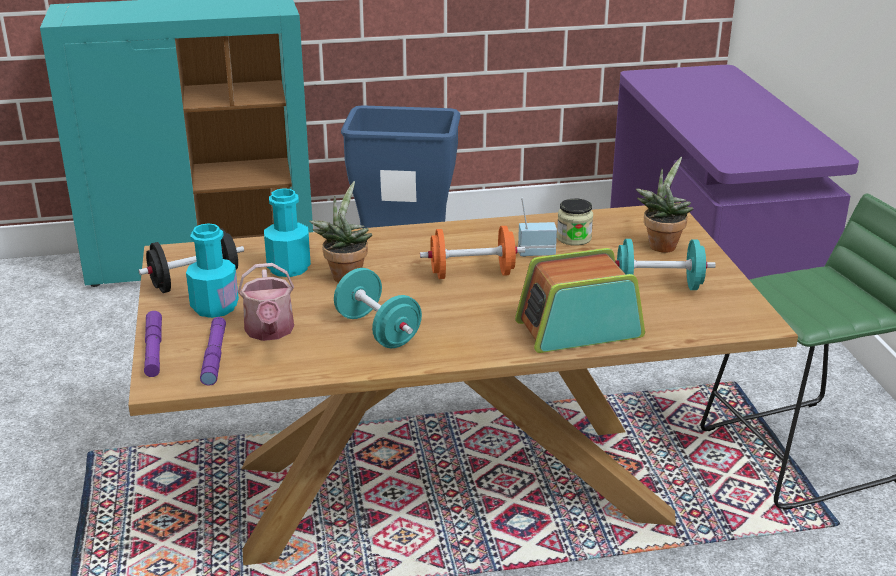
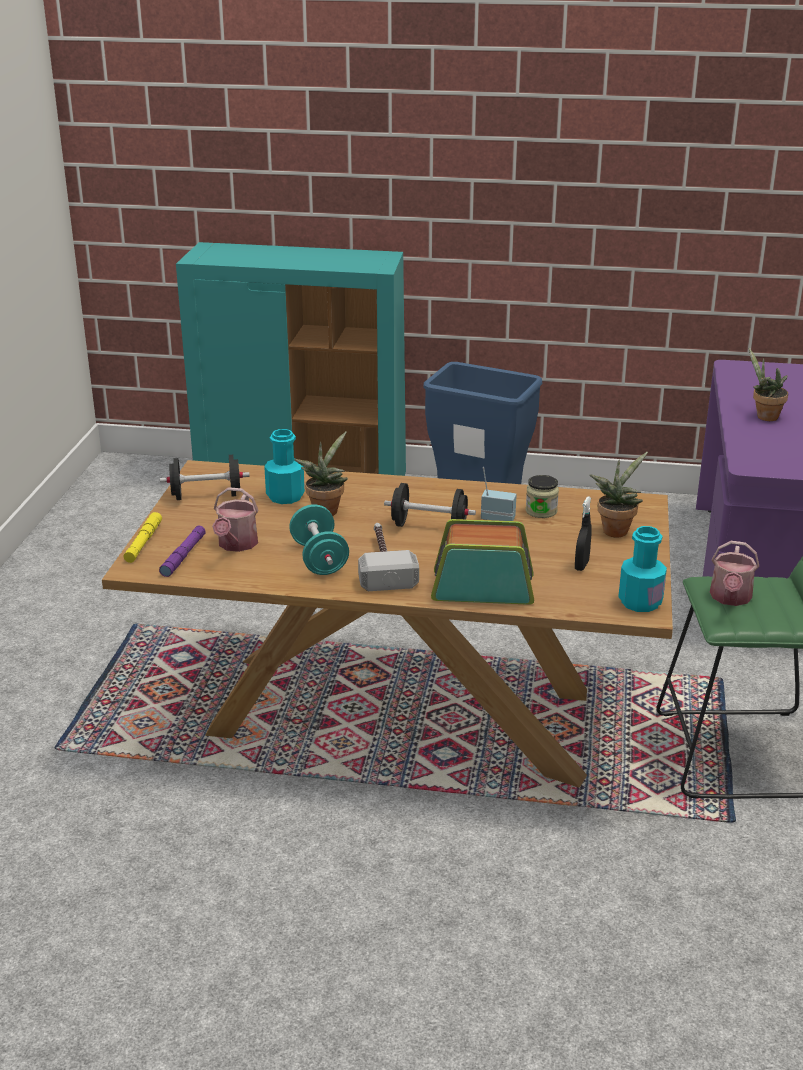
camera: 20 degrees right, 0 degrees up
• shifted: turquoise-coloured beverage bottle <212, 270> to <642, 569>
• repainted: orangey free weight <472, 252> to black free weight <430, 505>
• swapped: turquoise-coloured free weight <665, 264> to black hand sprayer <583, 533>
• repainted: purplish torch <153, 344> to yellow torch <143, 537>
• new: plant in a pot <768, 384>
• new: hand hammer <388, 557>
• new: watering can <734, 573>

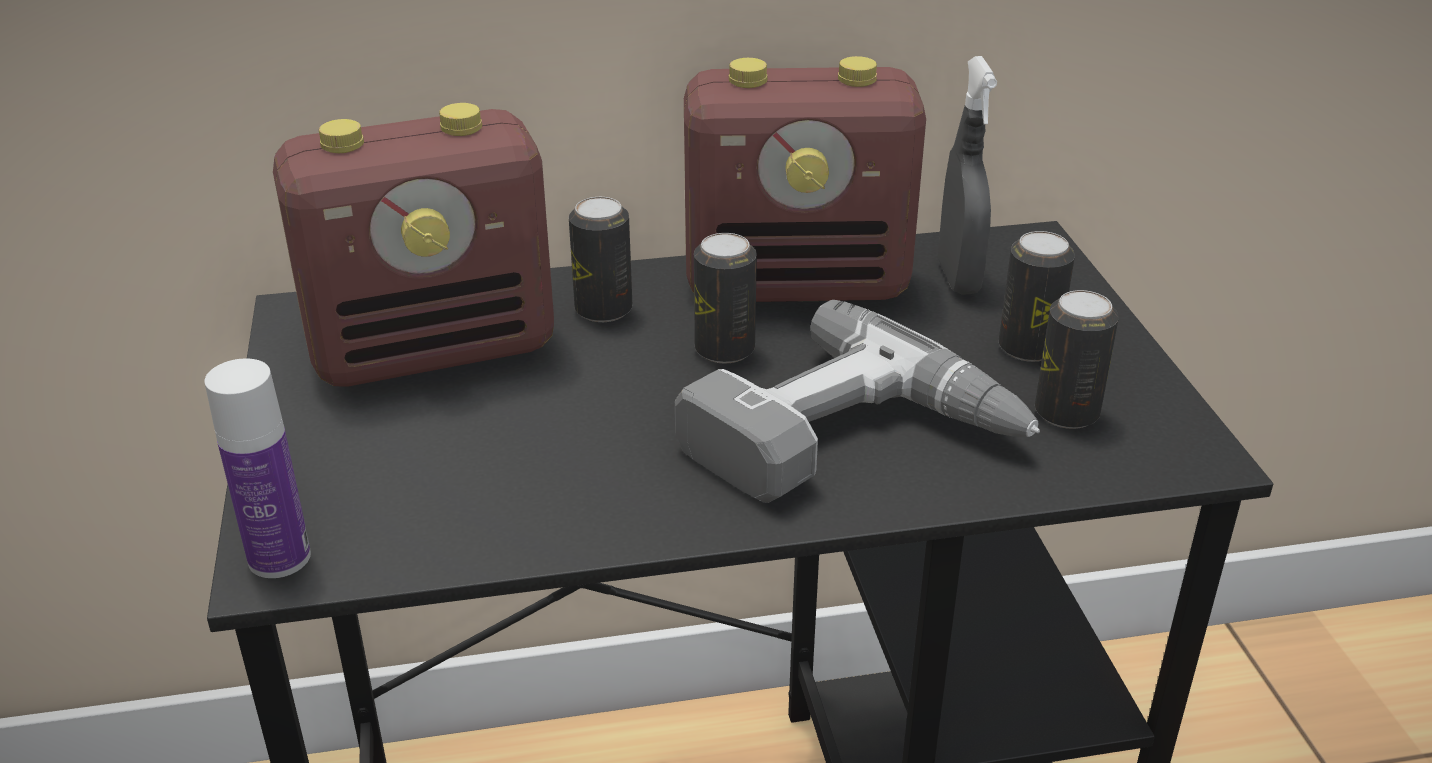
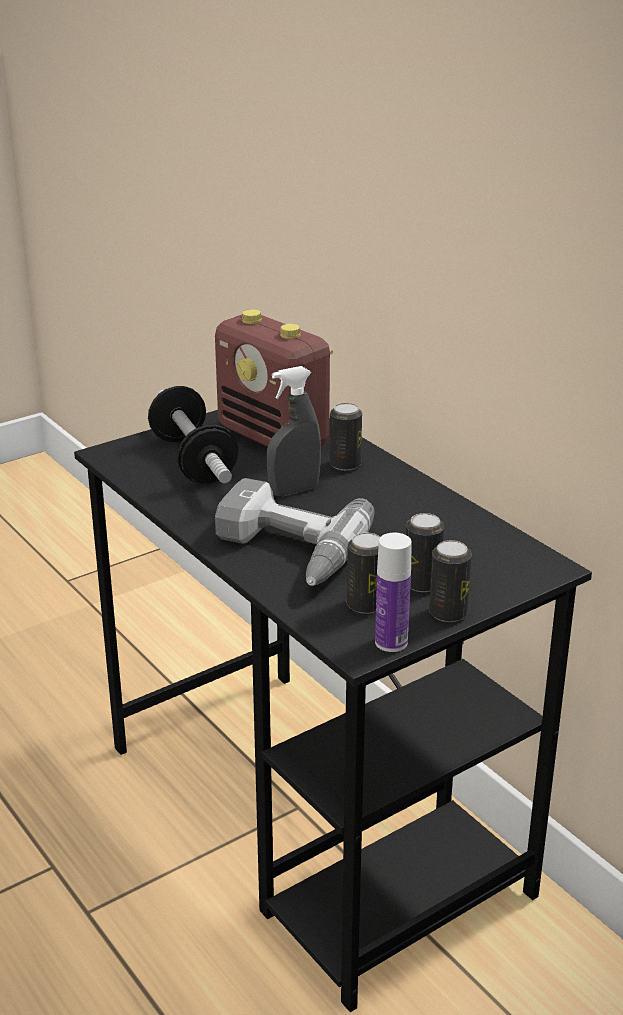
camera: 65 degrees right, 5 degrees down
• gone: radio <805, 179>
• shifted: grey hand sprayer <967, 175> to <294, 431>
• shifted: sealed can <725, 298> to <450, 581>
• shifted: beverage bottle <257, 468> to <393, 592>
• new: free weight <193, 435>

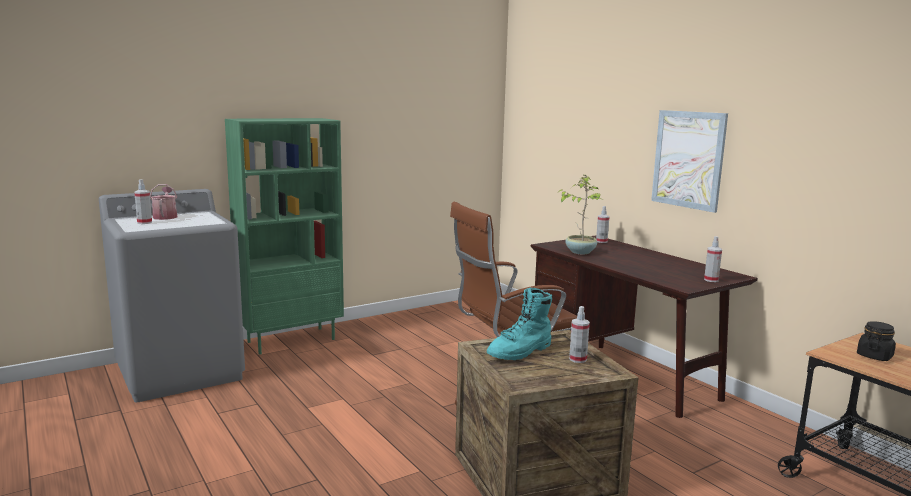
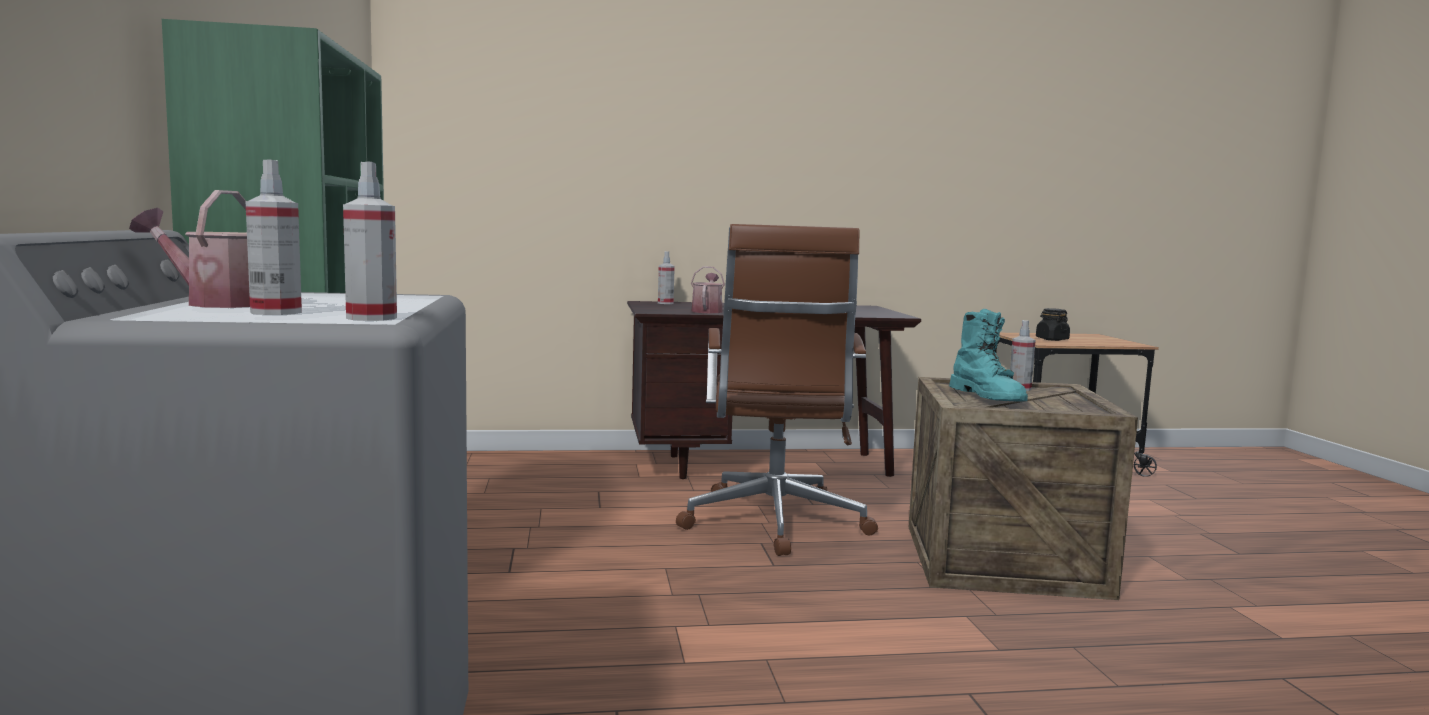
camera: 65 degrees left, 5 degrees down
• gone: wall picture <689, 161>
• swapped: plant in a pot <580, 214> to watering can <708, 289>
• shifted: hand sprayer <713, 259> to <370, 241>

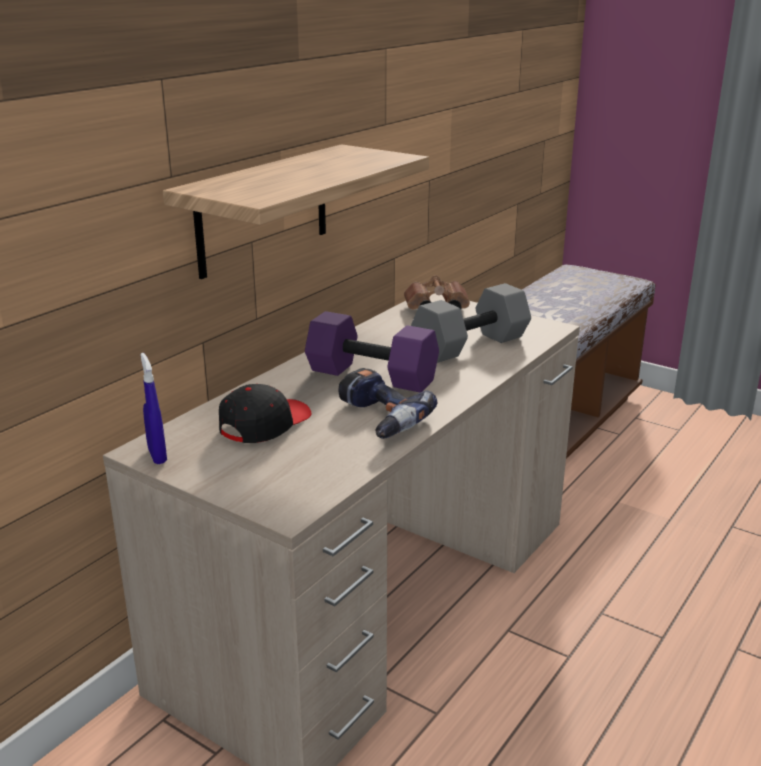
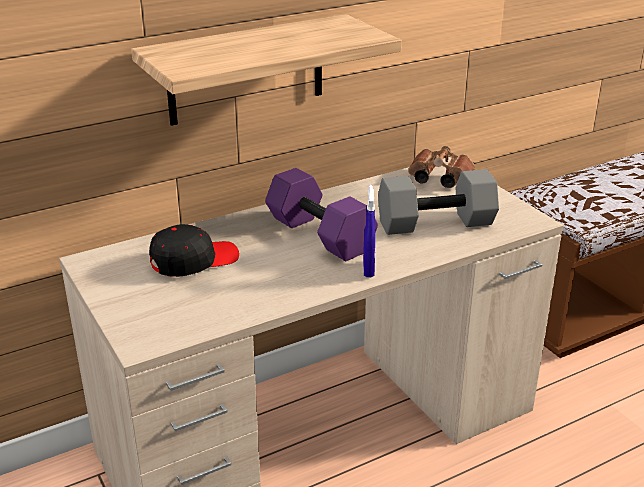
camera: 25 degrees right, 5 degrees up
• shifted: blue hand sprayer <153, 408> to <369, 231>
• gone: drill <388, 403>

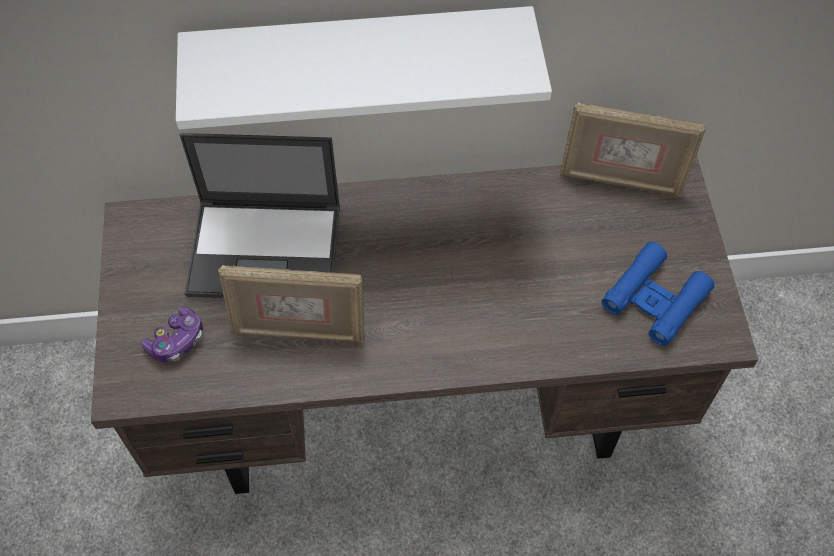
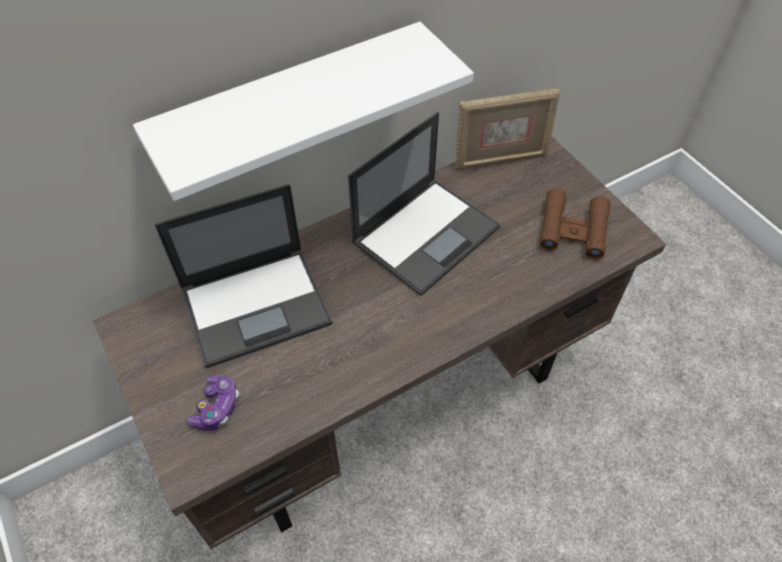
camera: 25 degrees left, 5 degrees down
• repainted: blue field glasses <658, 294> to brown field glasses <575, 224>
• gone: photo frame <291, 304>
• new: notebook computer <424, 204>

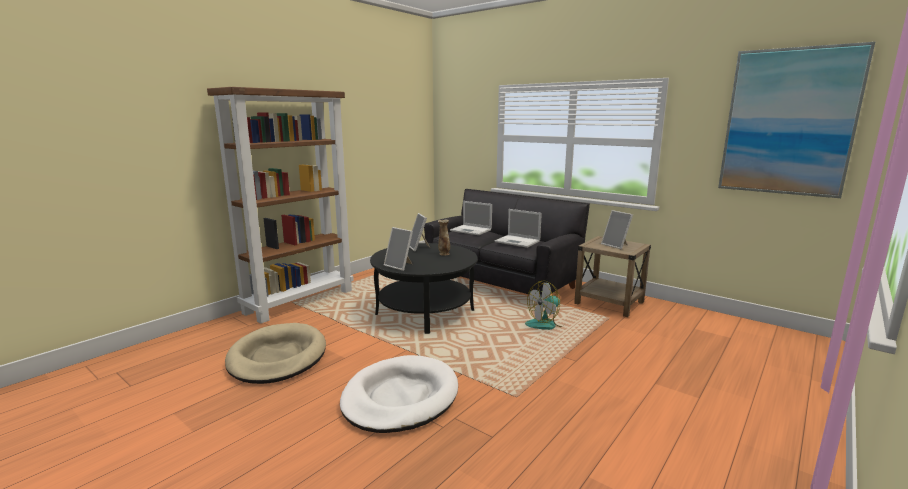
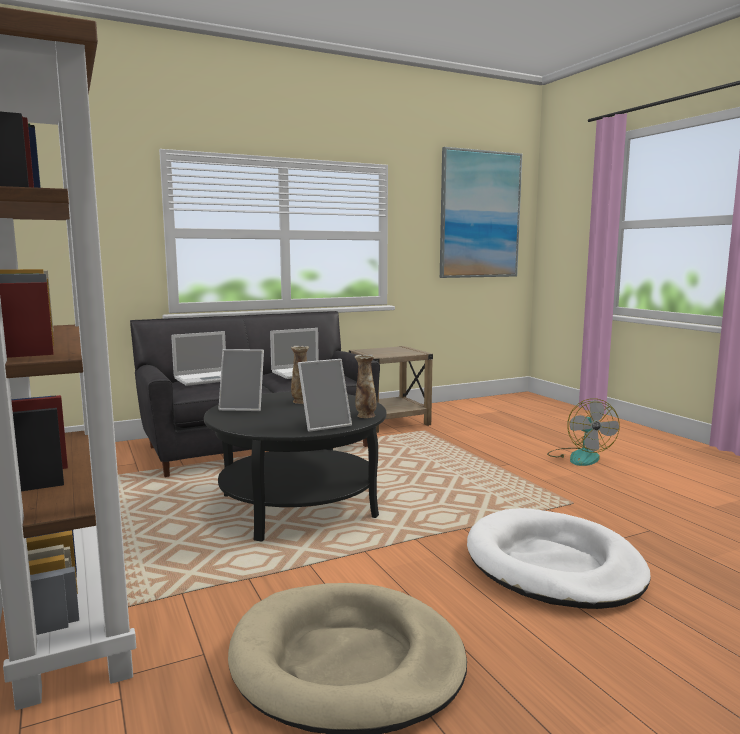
camera: 65 degrees left, 5 degrees down
• gone: photo frame <617, 229>
• shifted: fan <545, 305> to <583, 432>
• new: vase <366, 386>

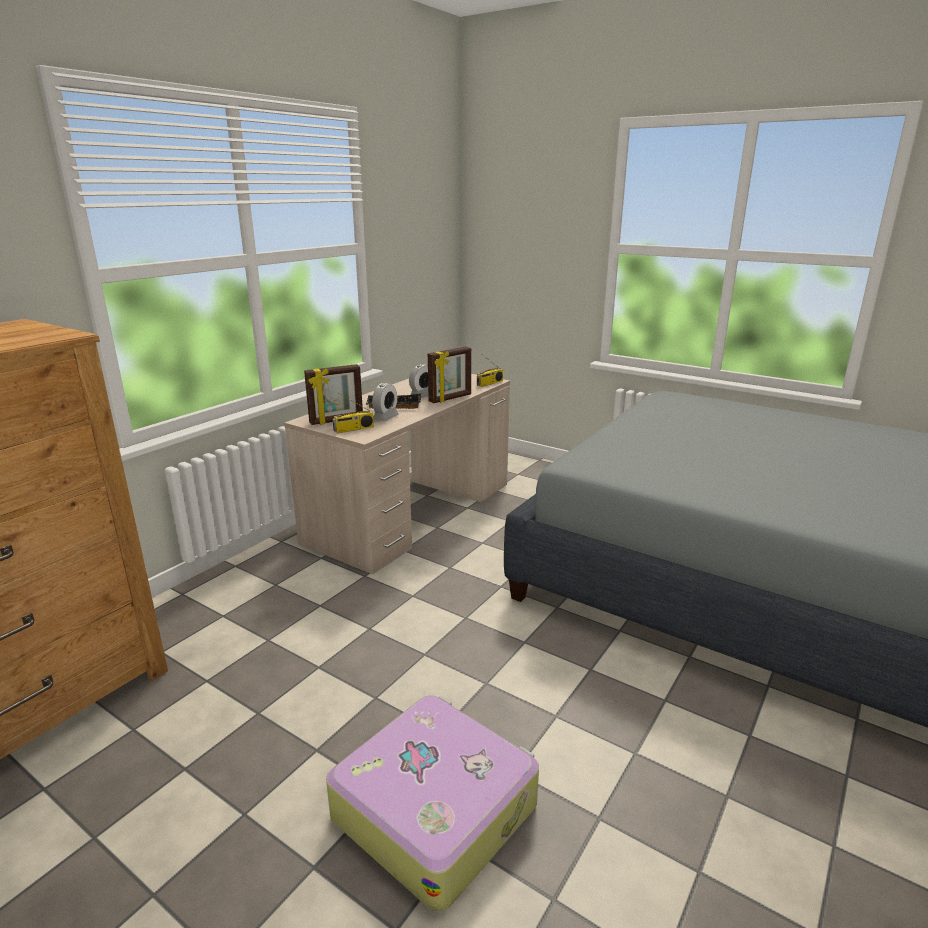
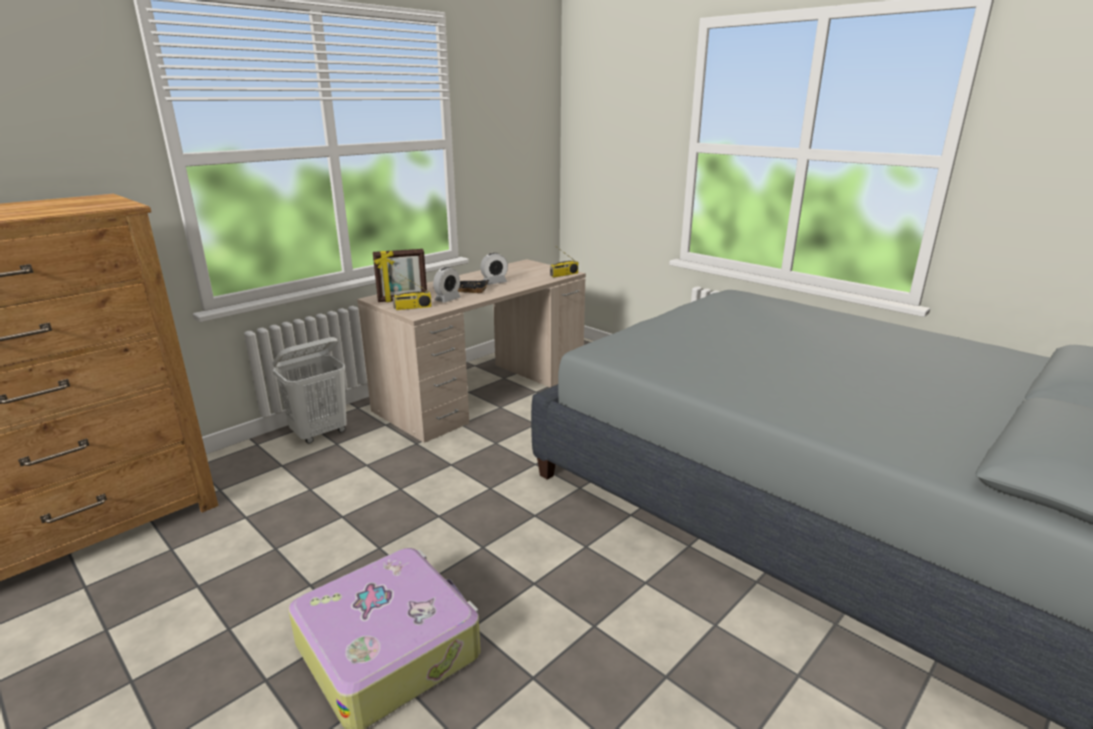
camera: 10 degrees right, 0 degrees up
• gone: photo frame <449, 375>
• new: white-coloured washing basket <310, 390>

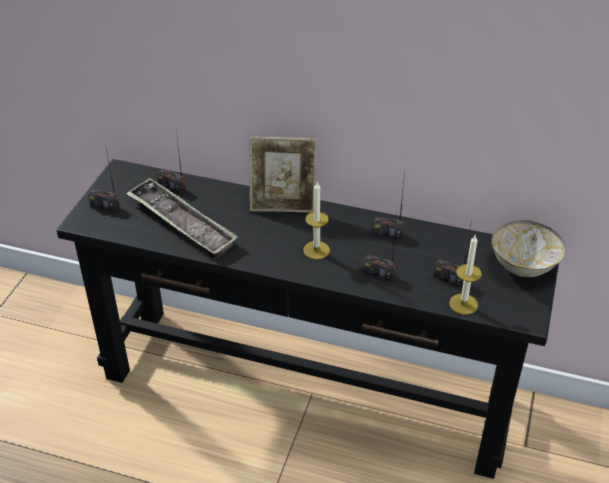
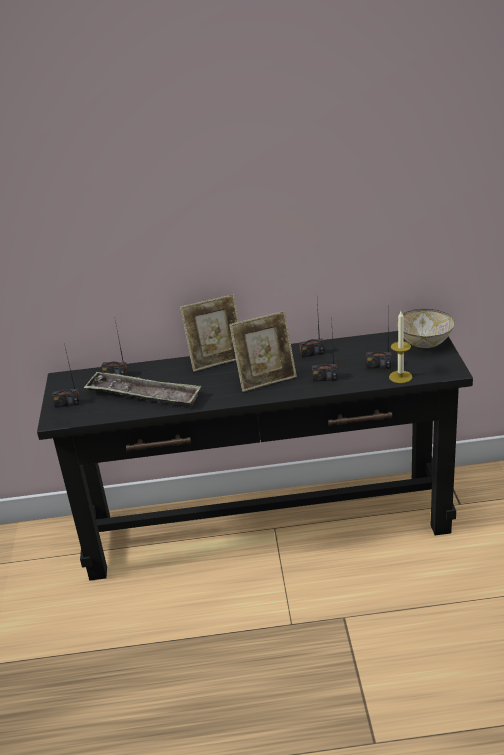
camera: 20 degrees left, 10 degrees down
• swapped: wax candle <316, 220> to photo frame <263, 351>

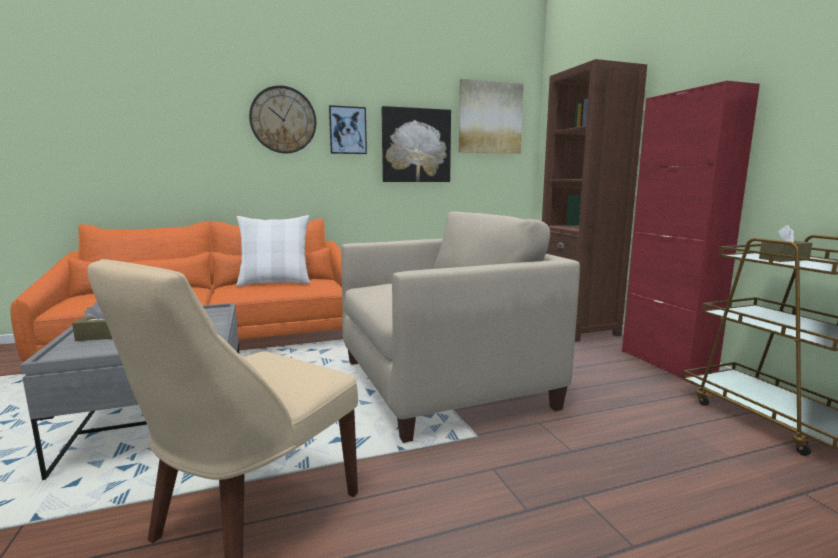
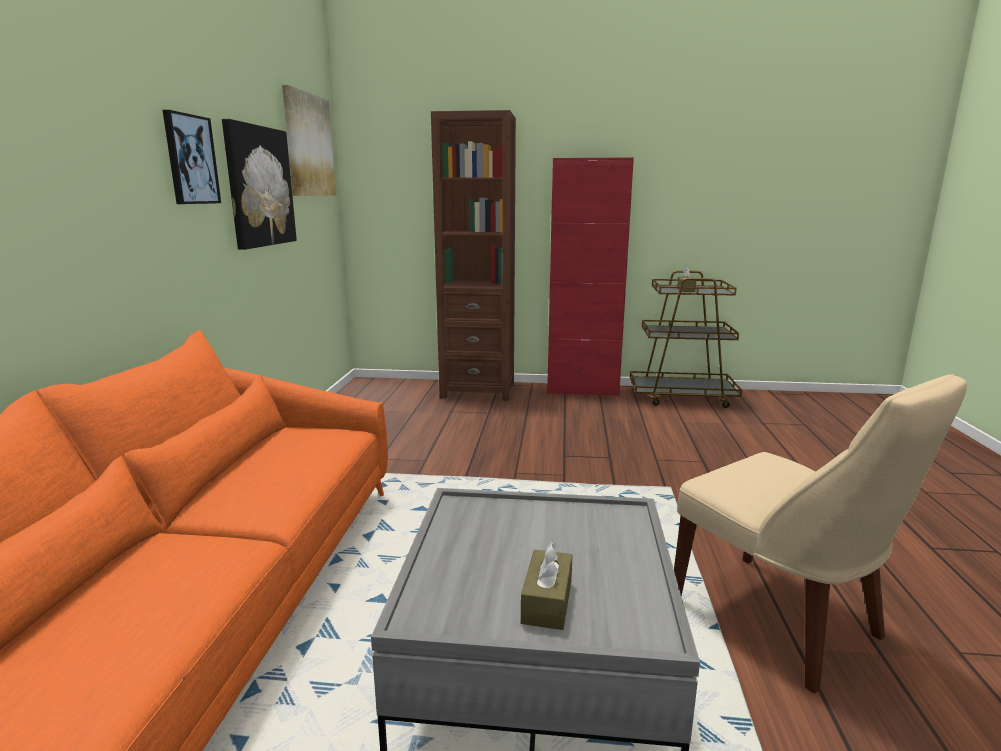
camera: 65 degrees left, 5 degrees up
• gone: clock on the wall <282, 119>
• gone: sand-coloured easy chair <460, 327>
• gone: white-coloured throw pillow <273, 250>

